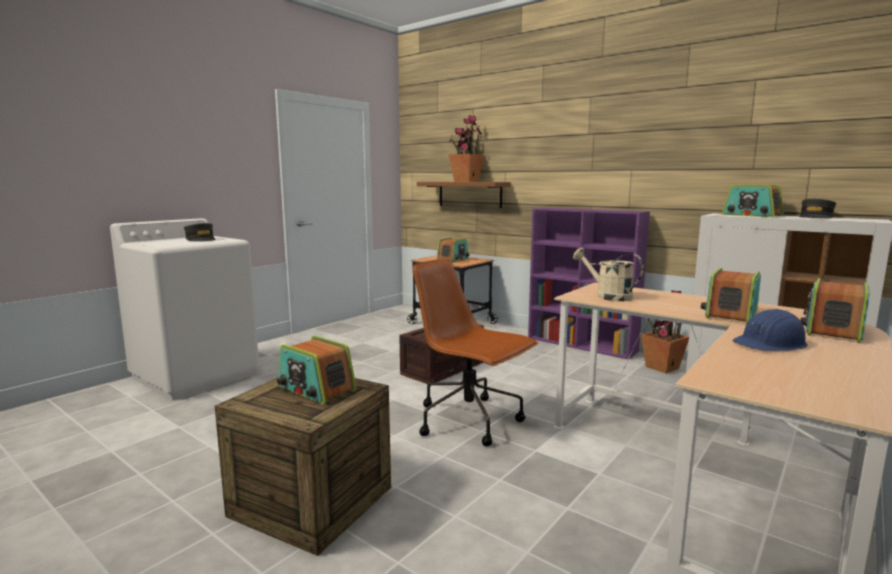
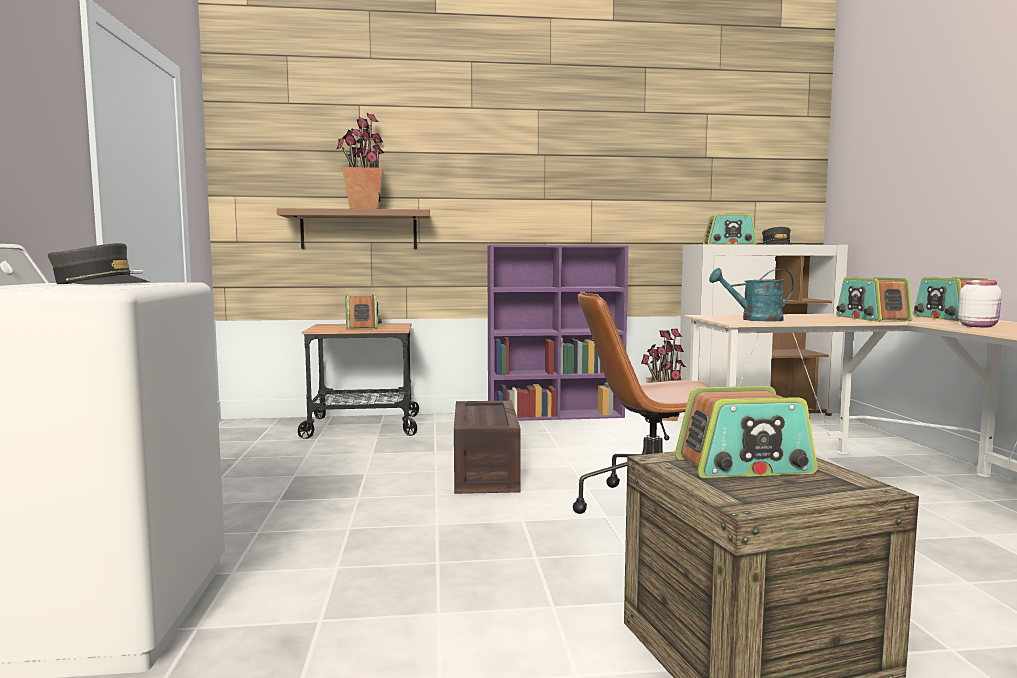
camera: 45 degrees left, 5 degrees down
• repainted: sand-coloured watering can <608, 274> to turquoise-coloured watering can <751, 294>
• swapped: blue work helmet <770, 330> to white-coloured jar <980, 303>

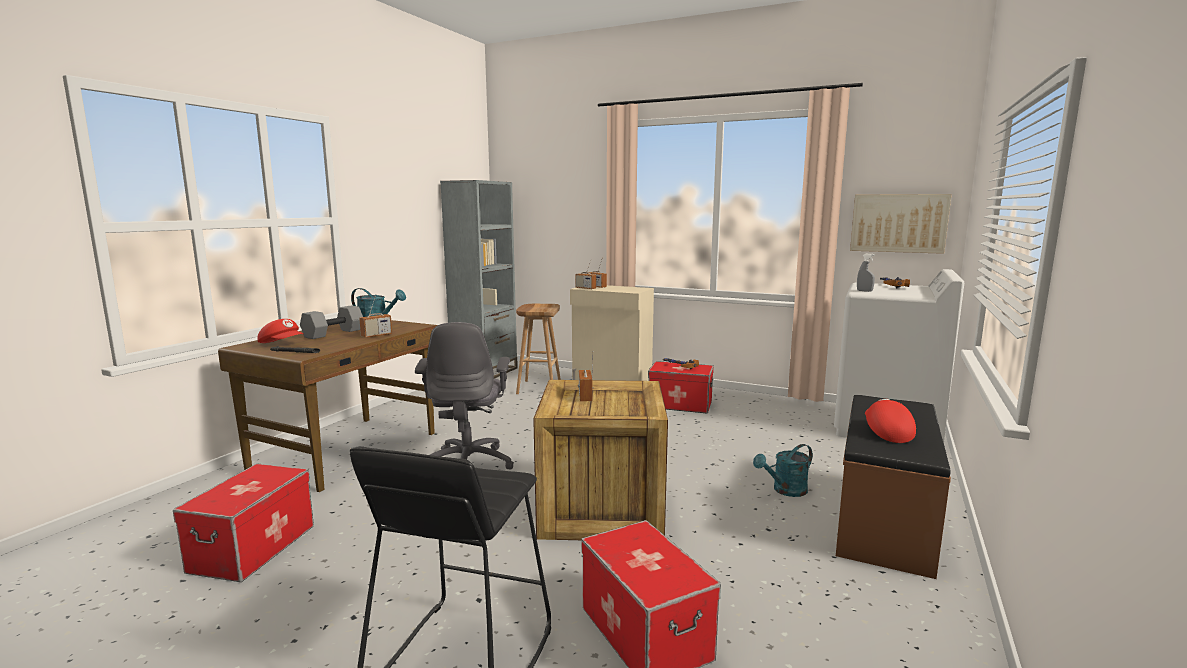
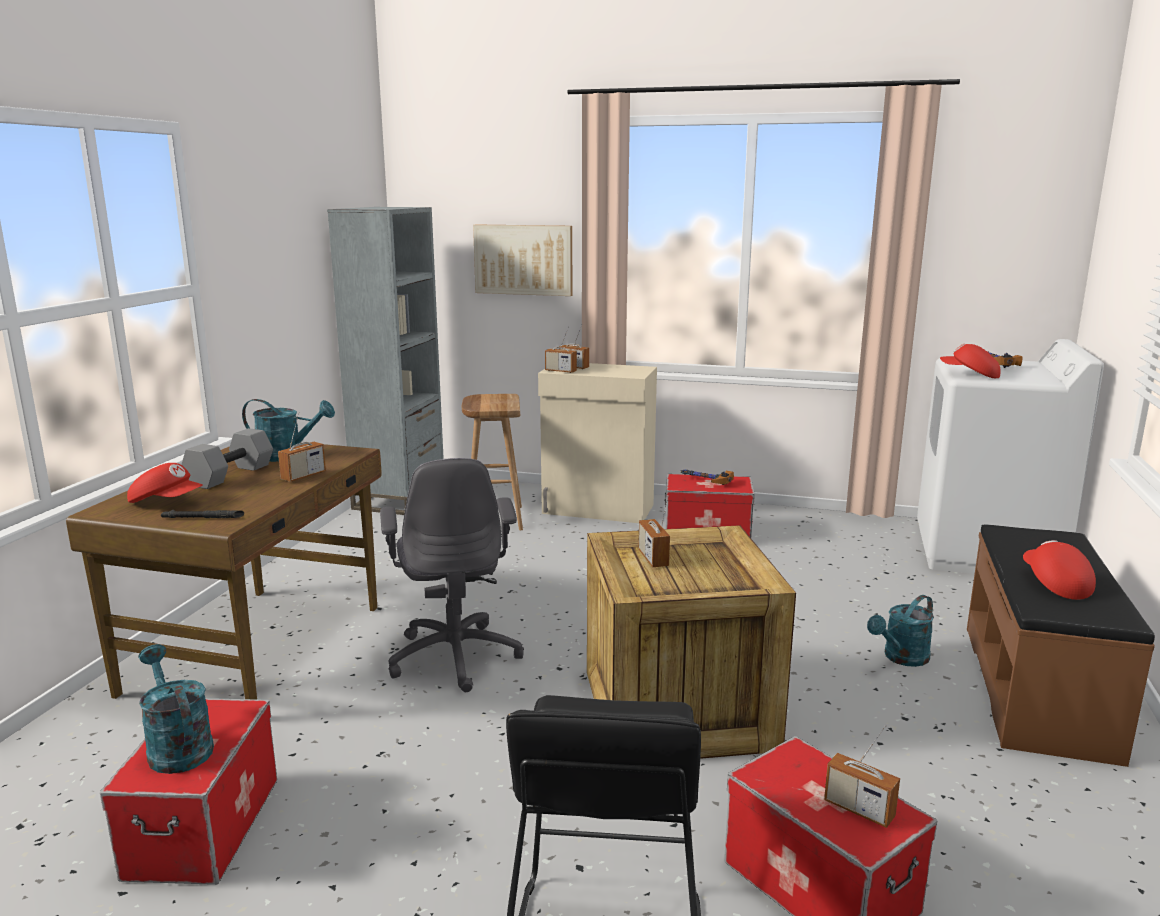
camera: 10 degrees left, 5 degrees up
• shifted: wall picture <901, 224> to <522, 260>
• swapped: grey hand sprayer <866, 273> to reddish cap <970, 361>
• new: turquoise-coloured watering can <176, 709>
• new: radio <862, 776>

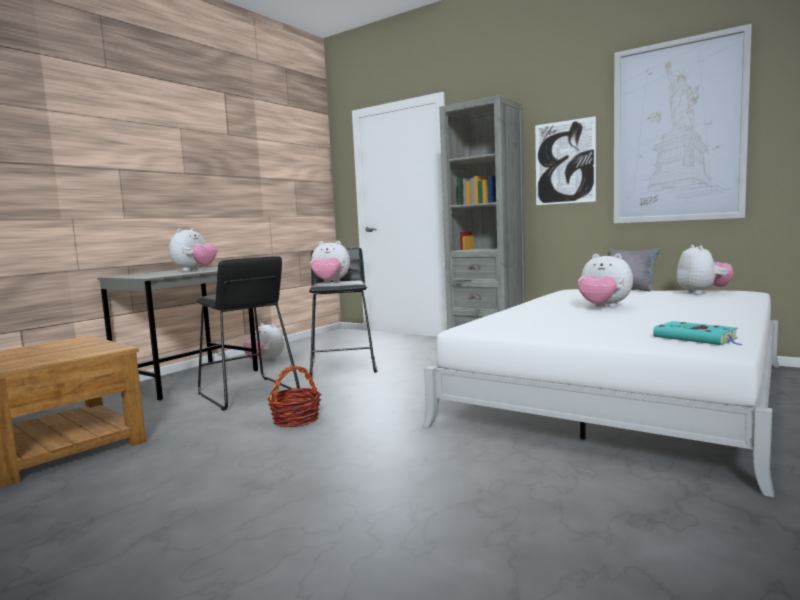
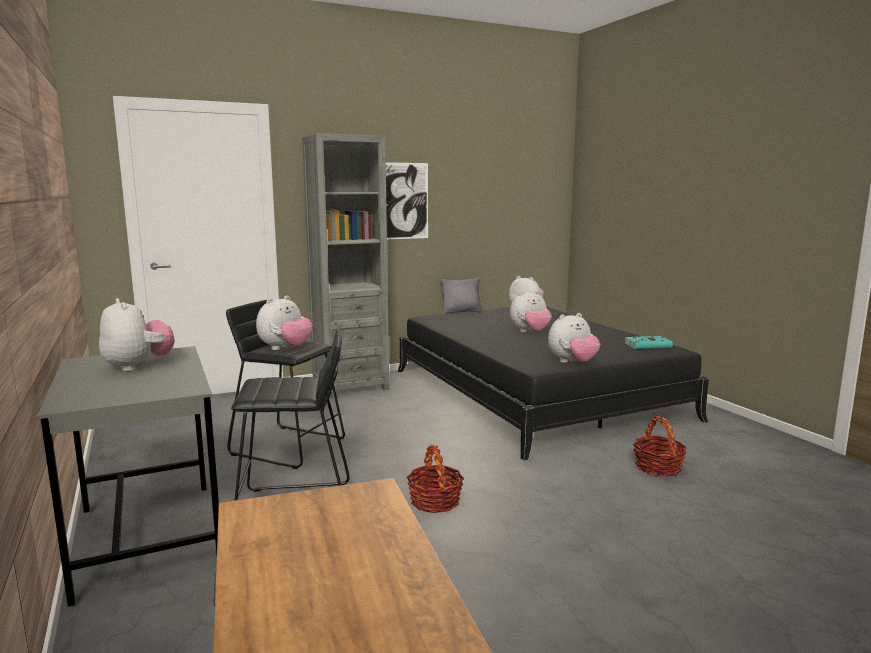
camera: 60 degrees left, 5 degrees up
• gone: wall picture <683, 124>
• repainted: white-coloured bedroom bed <601, 393> to black bedroom bed <553, 384>
• shifted: plush toy <263, 342> to <574, 338>
• new: household basket <660, 446>

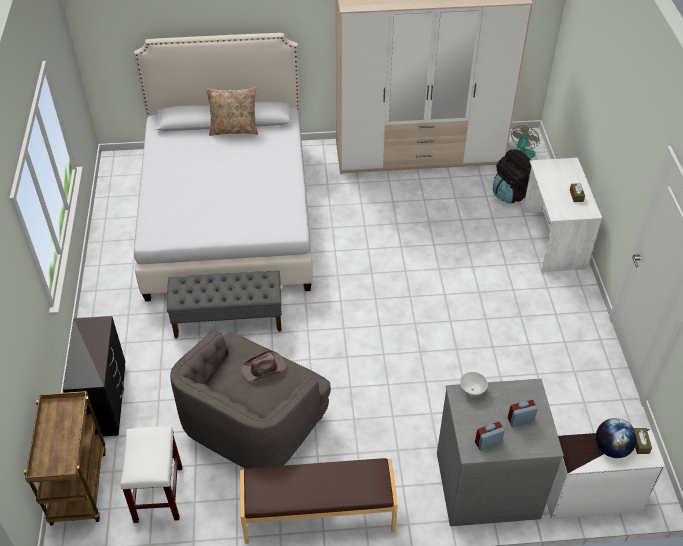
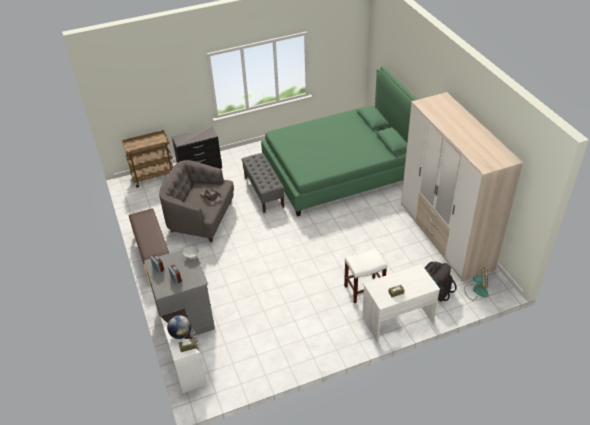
camera: 75 degrees right, 5 degrees down
• repainted: white-coloured bedroom bed <223, 167> to green-coloured bedroom bed <339, 141>
• gone: sand-coloured throw pillow <232, 112>
• shifted: white-coloured stool seat <151, 474> to <365, 276>

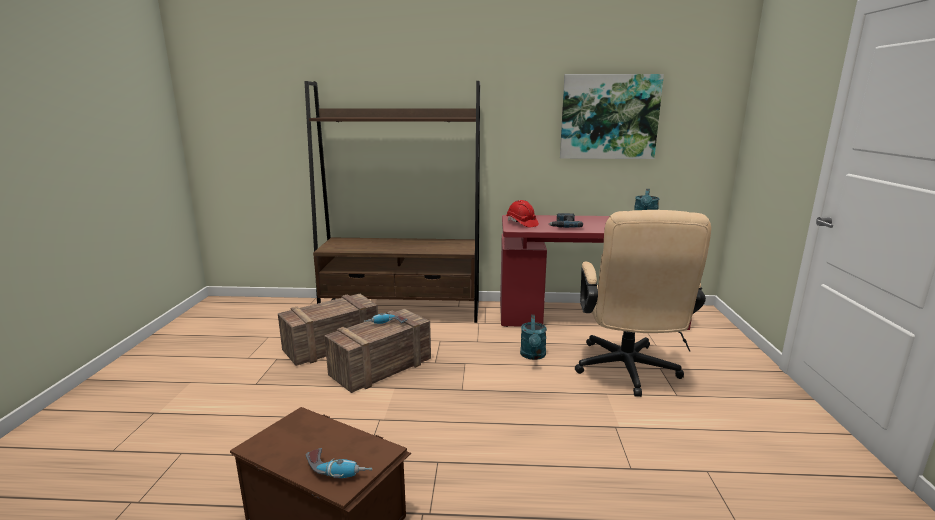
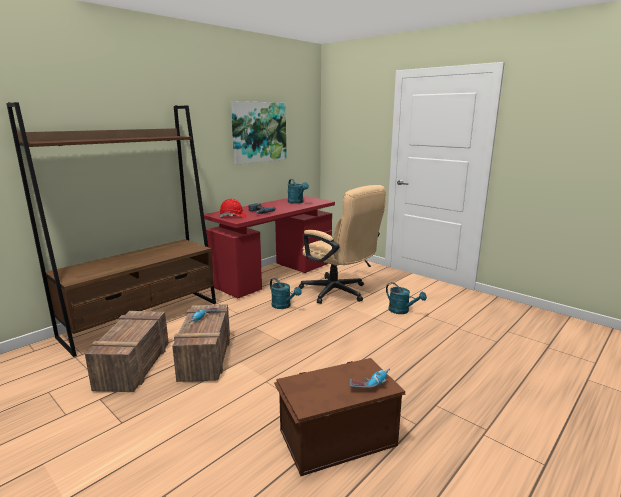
camera: 50 degrees left, 0 degrees up
• new: turquoise-coloured watering can <406, 298>

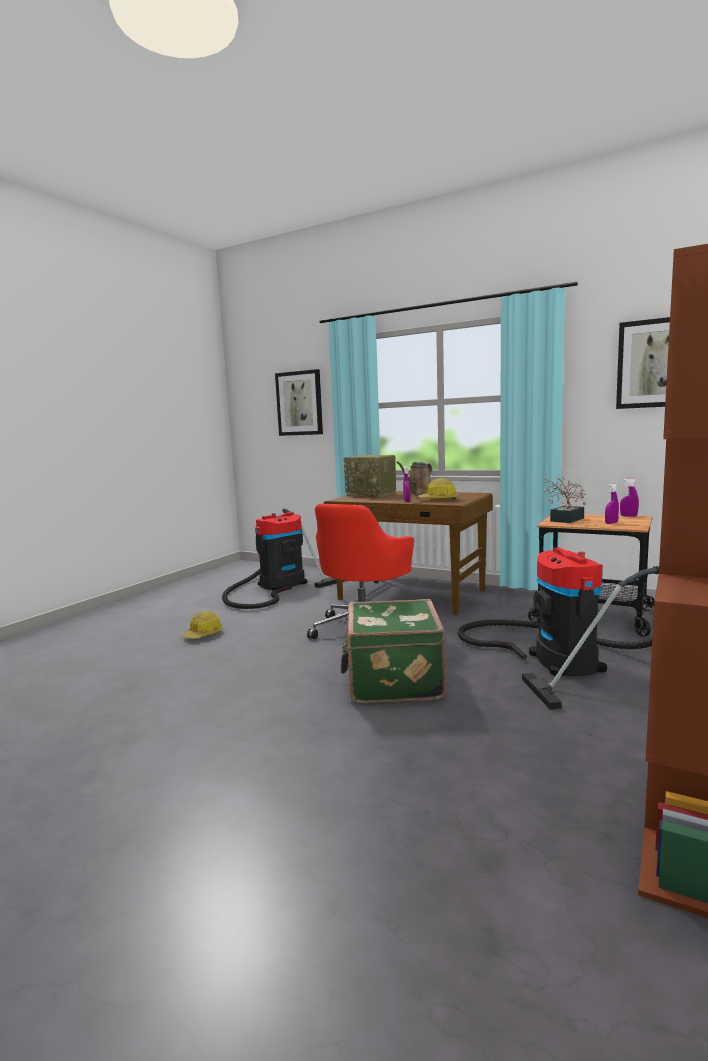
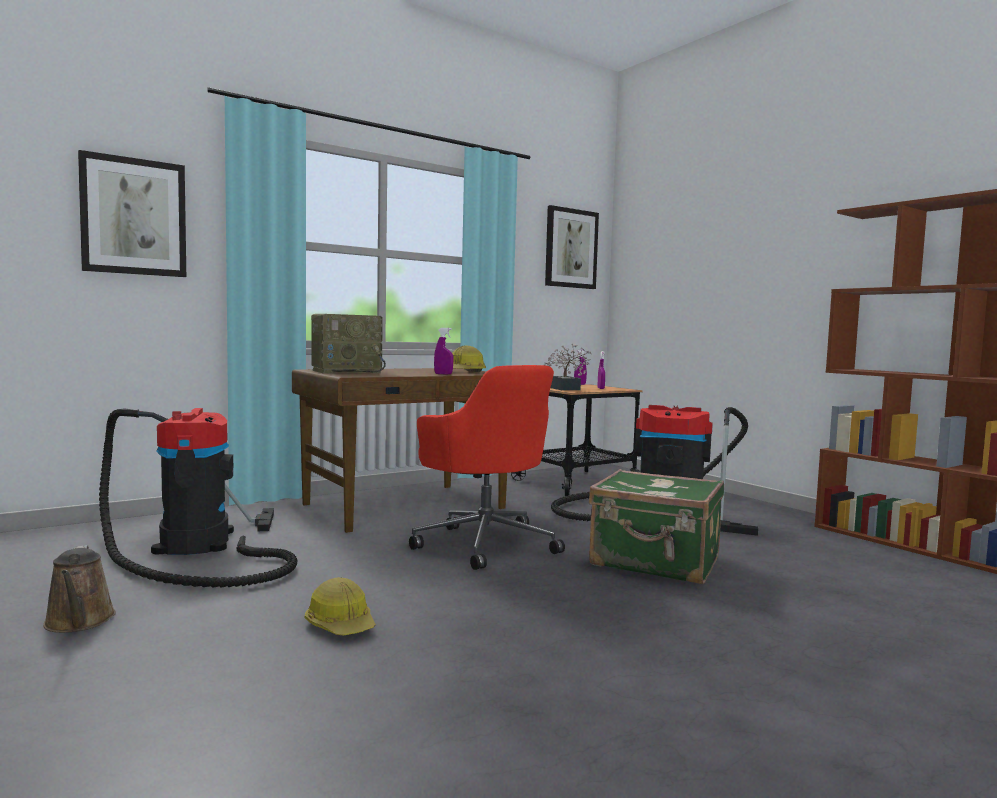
camera: 65 degrees left, 5 degrees down
• shifted: brown watering can <414, 478> to <79, 589>

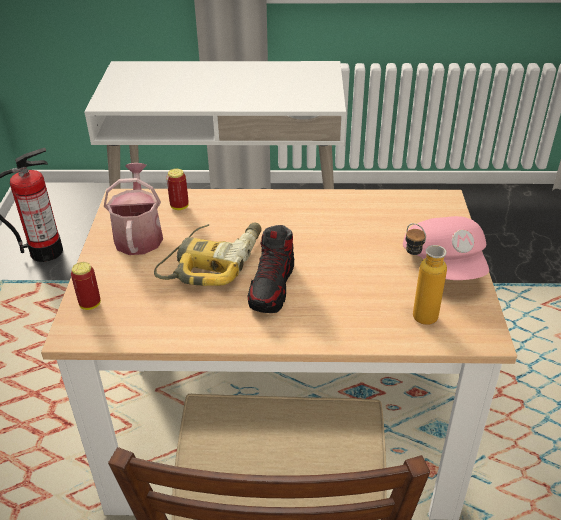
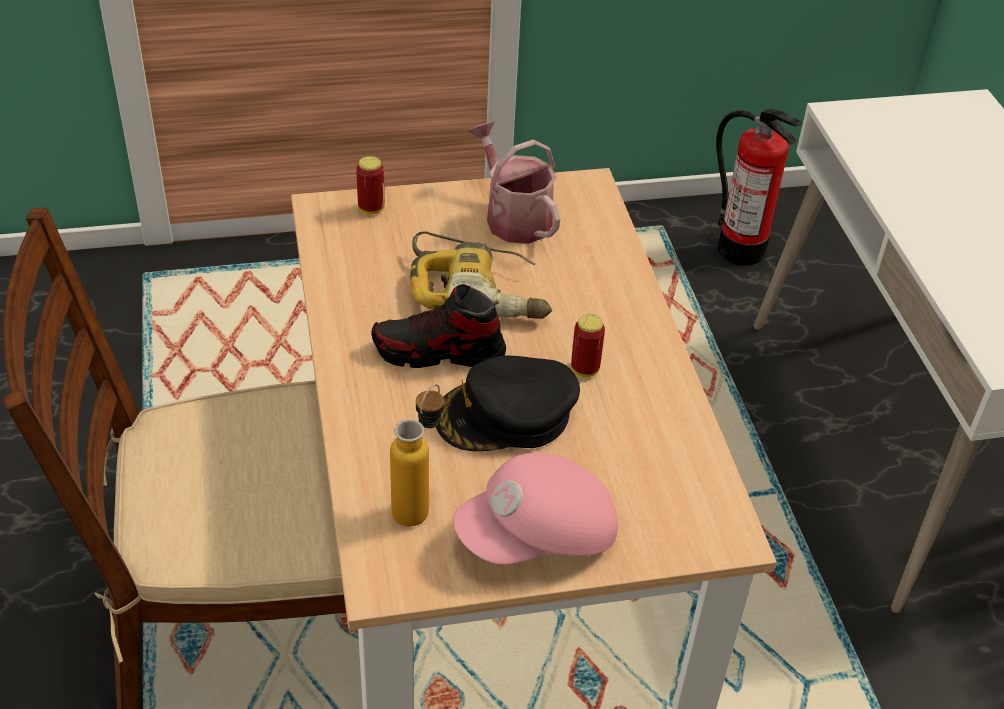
camera: 75 degrees right, 5 degrees up
• rotated: watering can <133, 209> = <514, 182> 105 degrees counterclockwise
• shifted: sealed can <177, 189> to <588, 345>
• new: black cap <508, 403>

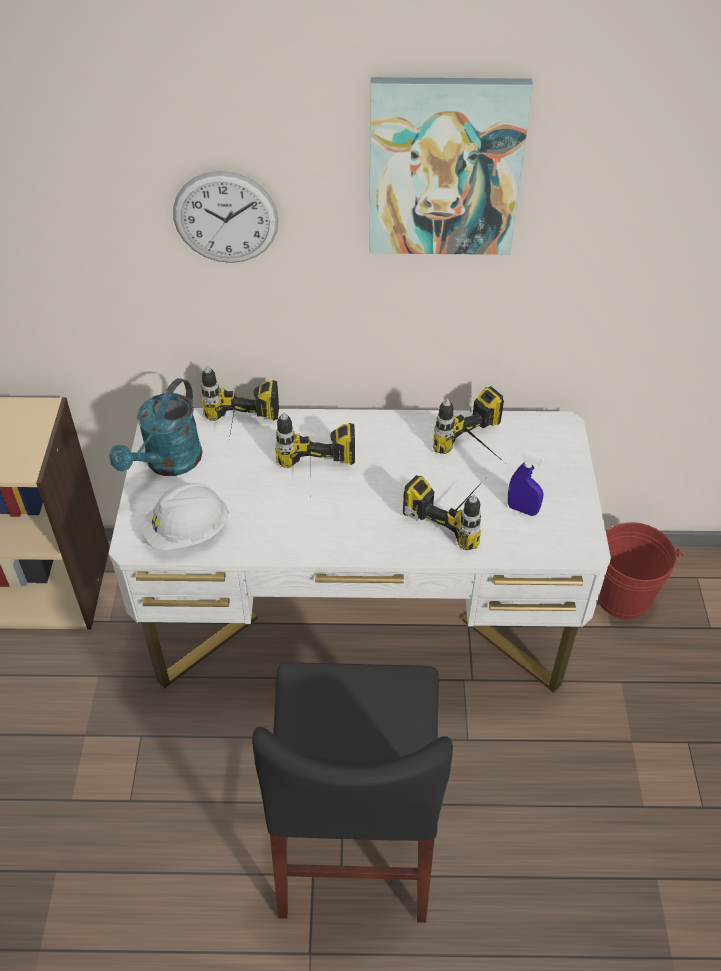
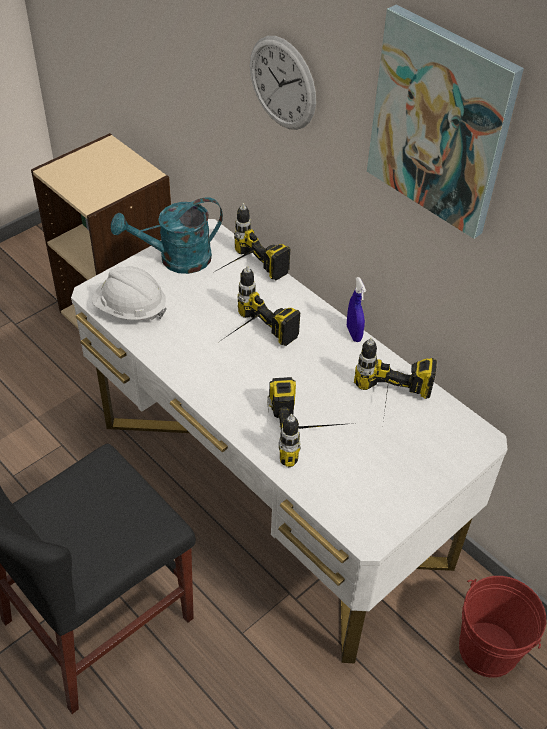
camera: 45 degrees right, 0 degrees up
• shifted: blue hand sprayer <527, 484> to <356, 309>

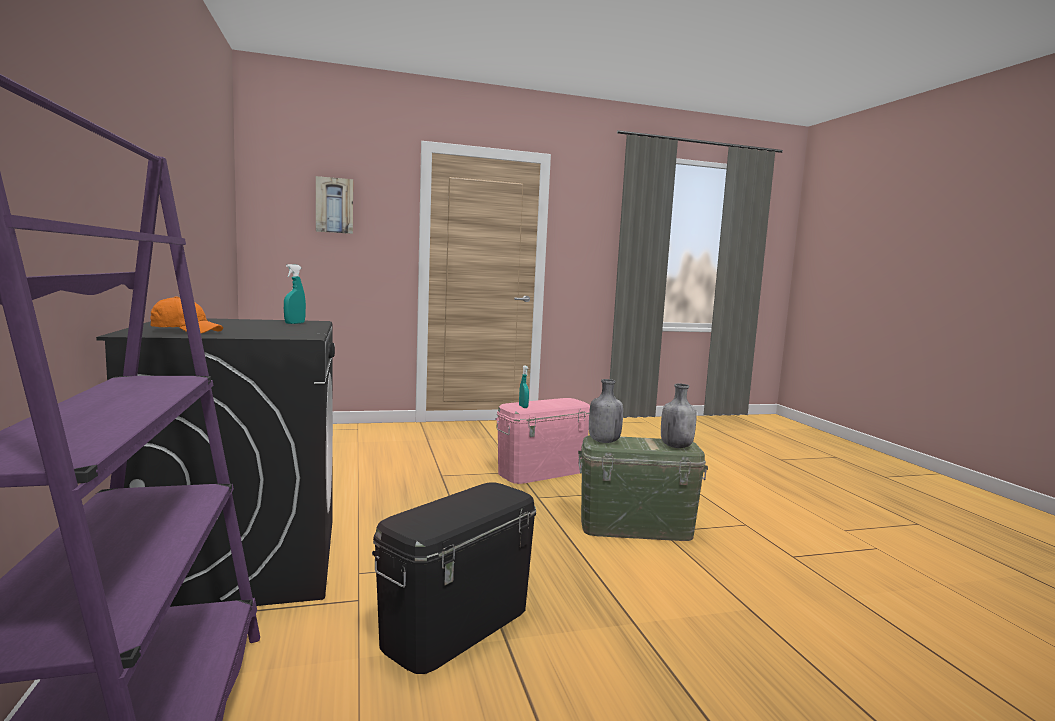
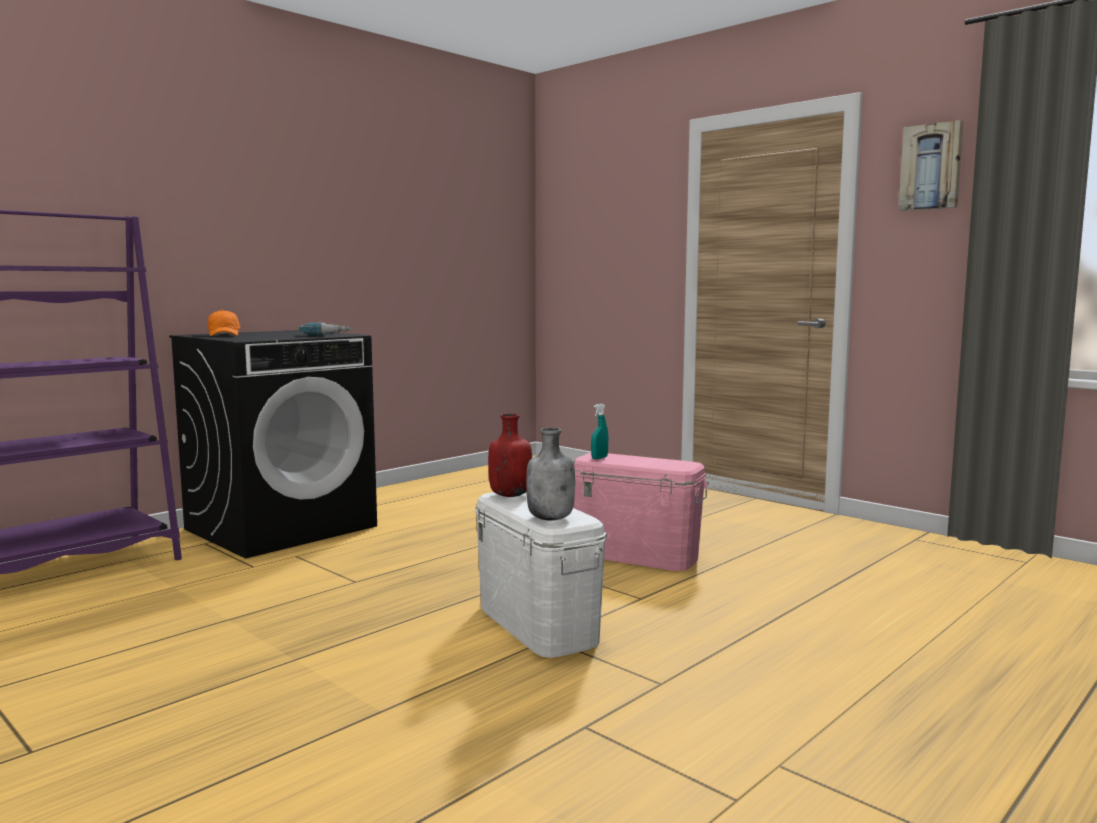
camera: 60 degrees right, 0 degrees up
• shifted: wall picture <334, 205> to <931, 165>
• swapped: turquoise-coloured hand sprayer <295, 294> to drill <325, 328>
• repainted: grey beverage bottle <606, 411> to reddish beverage bottle <510, 455>
• repainted: green-coloured storage container <643, 488> to white-coloured storage container <541, 575>
• gone: black storage container <454, 578>

